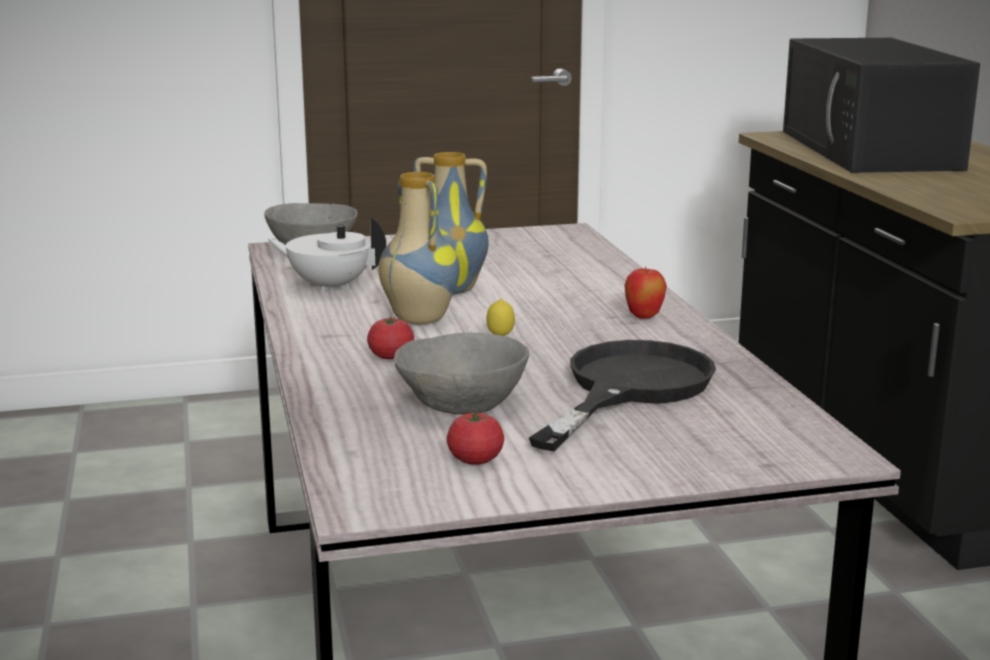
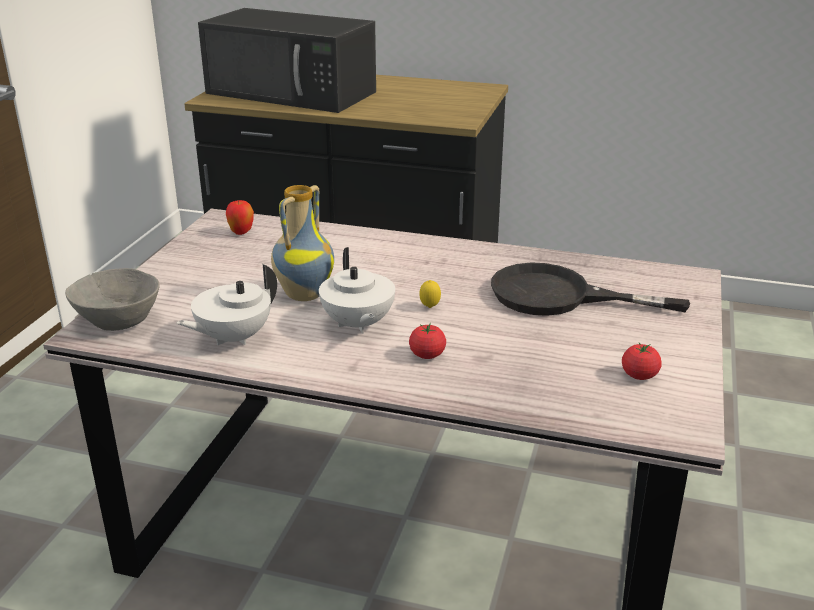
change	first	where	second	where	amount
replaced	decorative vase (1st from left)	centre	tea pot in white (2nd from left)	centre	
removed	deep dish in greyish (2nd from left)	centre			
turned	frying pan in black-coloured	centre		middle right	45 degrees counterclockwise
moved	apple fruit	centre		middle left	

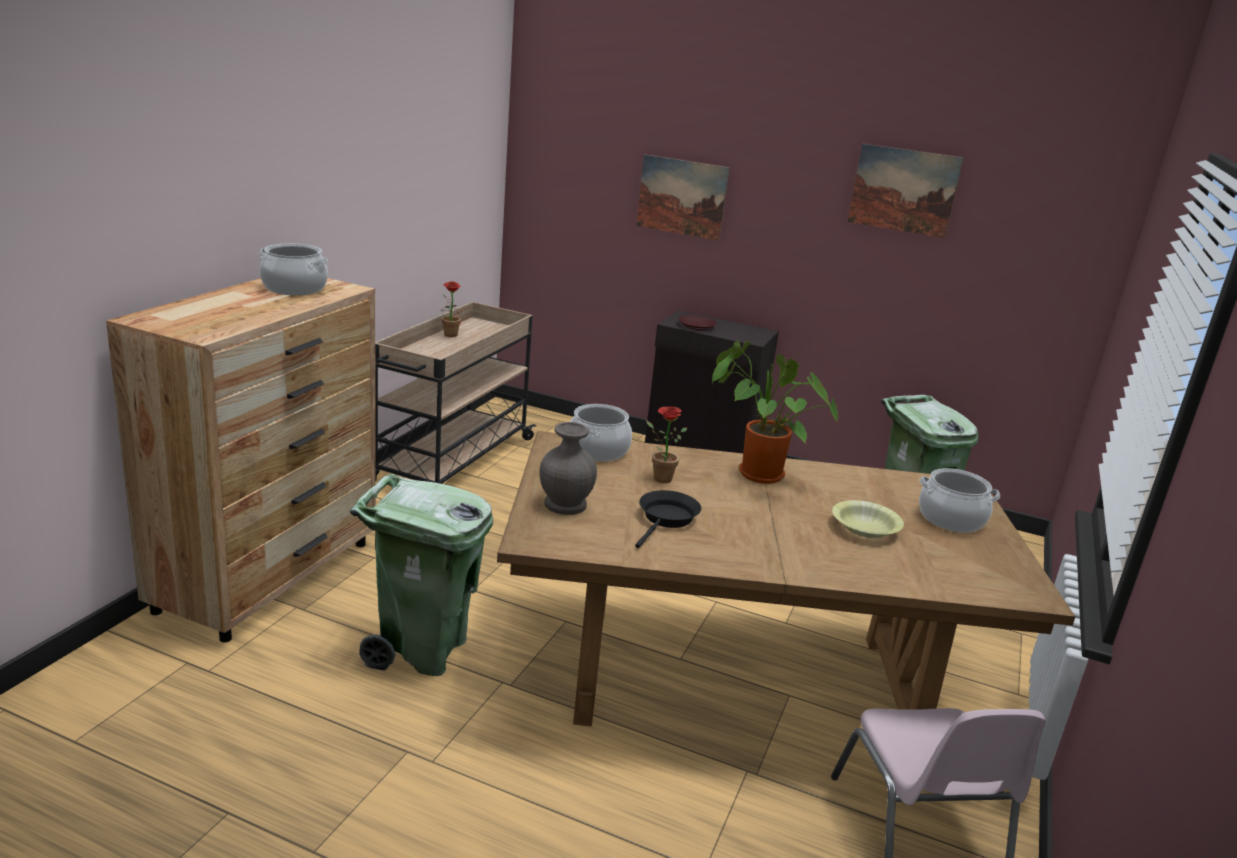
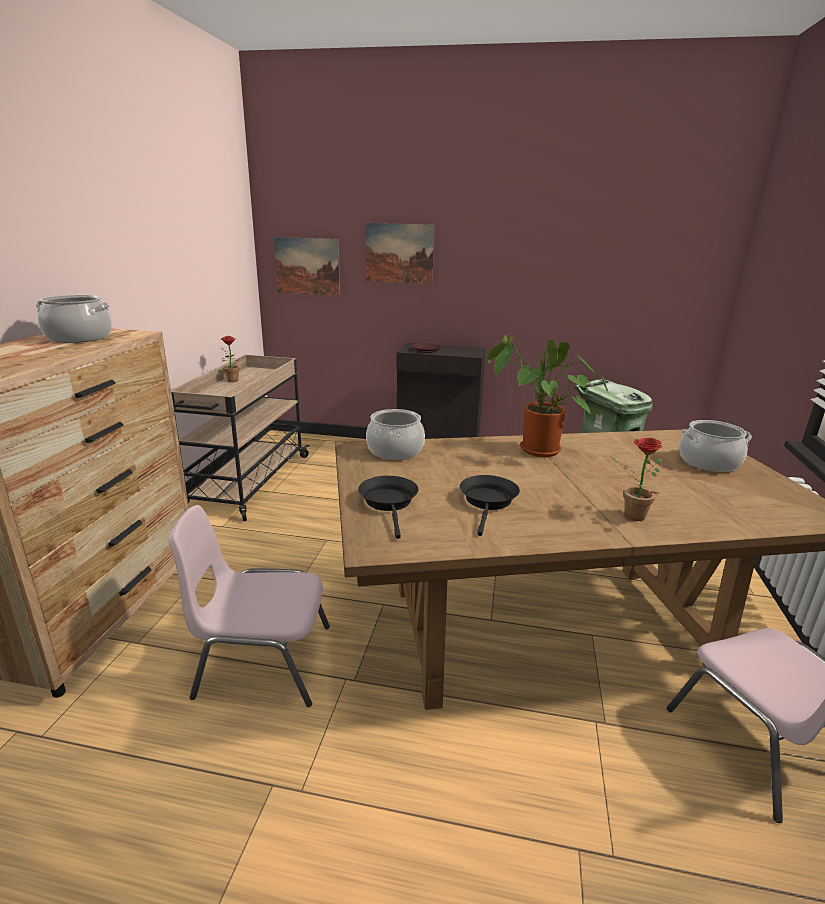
change	first	where	second	where	amount
replaced	waste bin in green-coloured (1st from left)	bottom centre	chair in pink (1st from left)	bottom left	
replaced	decorative vase in greyish	centre	frying pan in black-coloured (1st from left)	centre	
moved	plant in a pot (2nd from left in the first image)	centre	plant in a pot (3rd from left)	middle right	
removed	deep dish in yellowish	middle right			
moved	wall picture (2nd from left in the first image)	top right	wall picture (1st from left)	top centre	

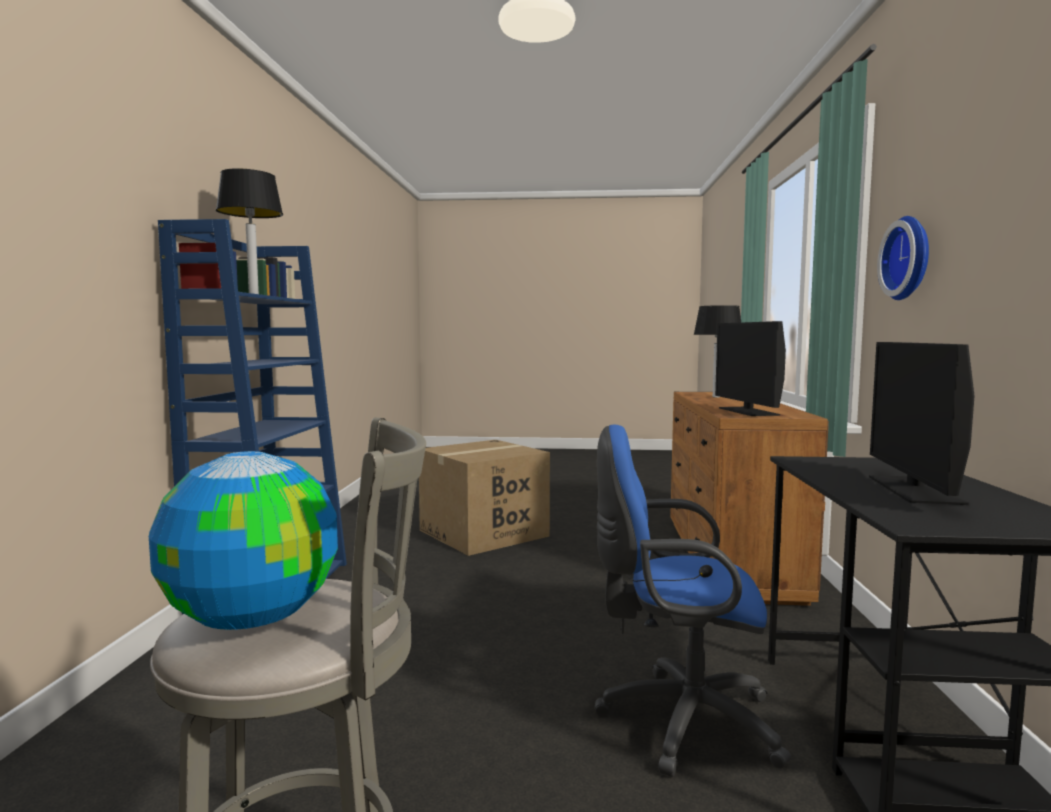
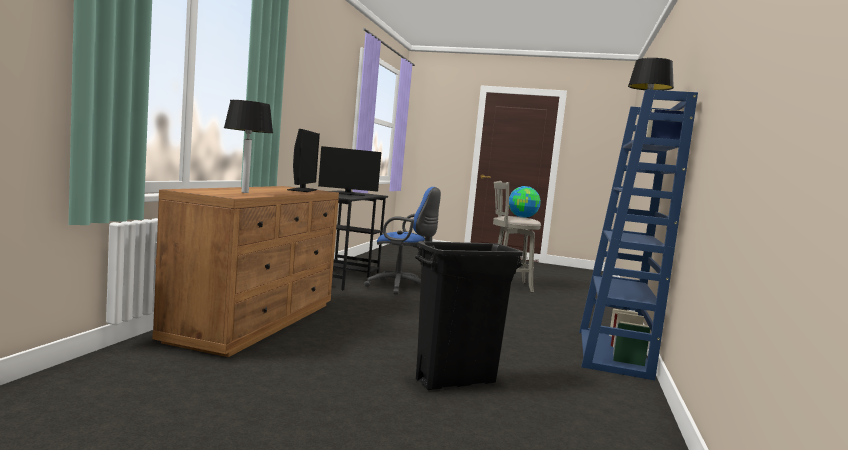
change	first	where	second	where	amount
replaced	carton	centre	waste bin in black-coloured	bottom centre	
turned	computer display (2nd from left)	middle right		centre	60 degrees clockwise
removed	clock on the wall	top right			

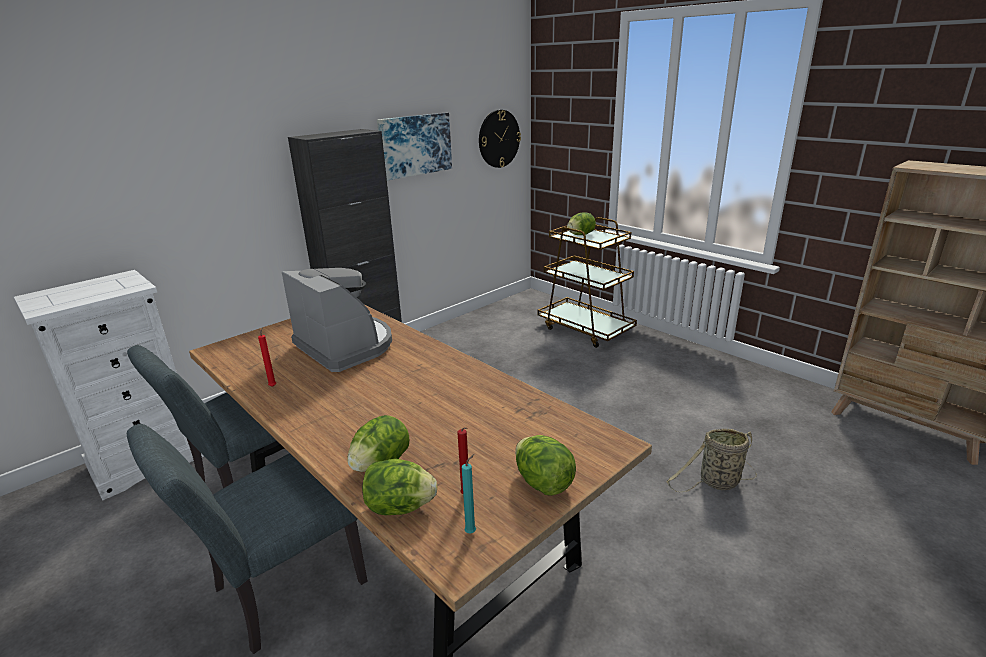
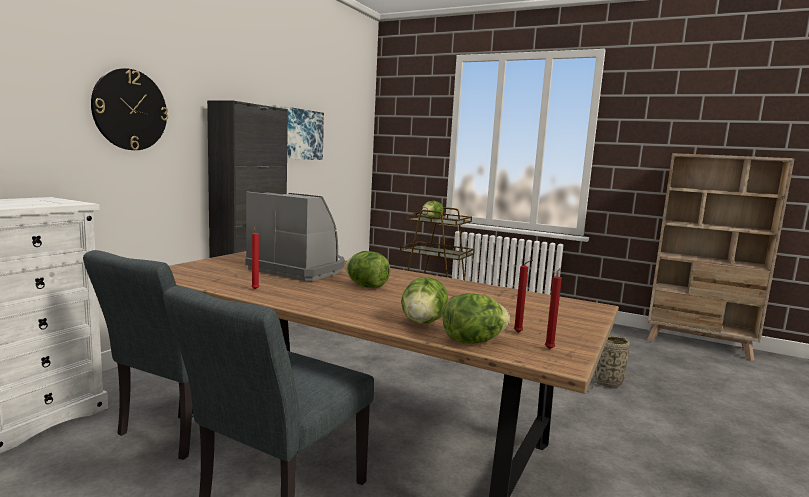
change	first	where	second	where	amount
recoloured	wax candle in turquoise-coloured	bottom centre	wax candle in red (3rd from left)	middle right	
moved	clock on the wall	top centre		top left	
moved	head of lettuce (3rd from left in the first image)	bottom centre	head of lettuce (1st from left)	centre	

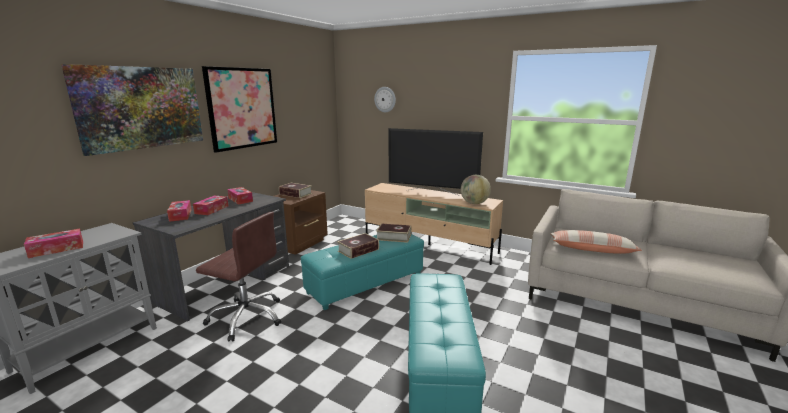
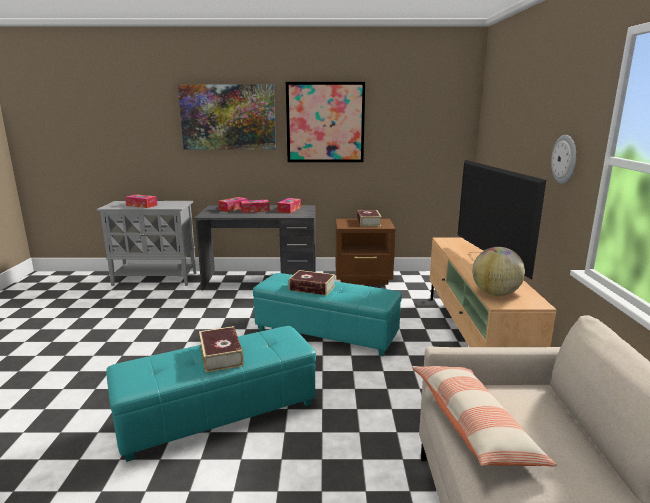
change	first	where	second	where	amount
removed	computer chair in brown-coloured	bottom left			
moved	clock on the wall	top centre		top right	
moved	book (3rd from left in the first image)	centre	book (1st from left)	bottom centre	

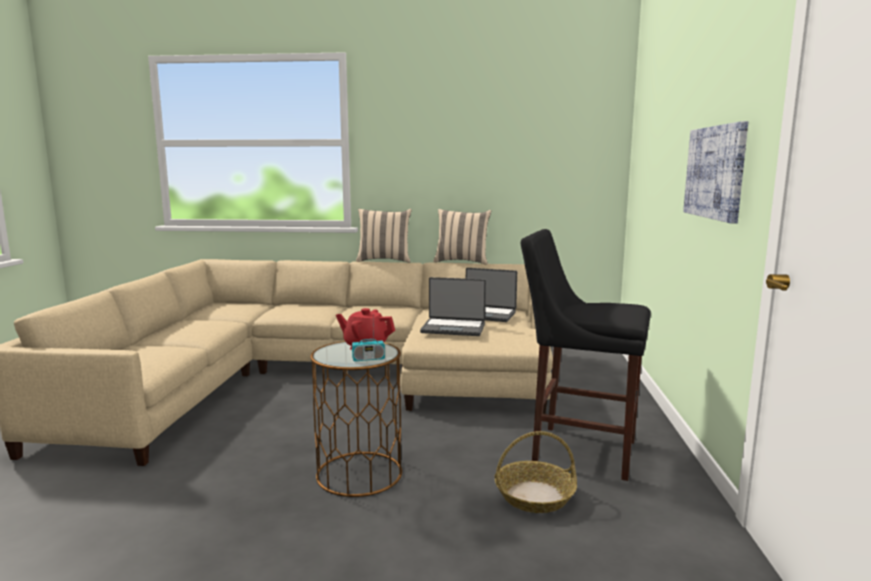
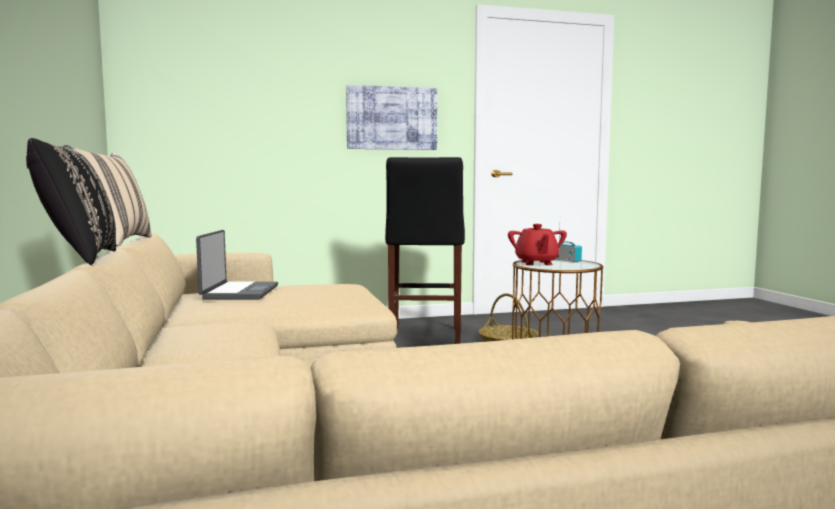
change	first	where	second	where	amount
recoloured	cushion in beige-coloured (1st from left)	centre	cushion in black-coloured	middle left	
removed	laptop (1st from left)	centre			

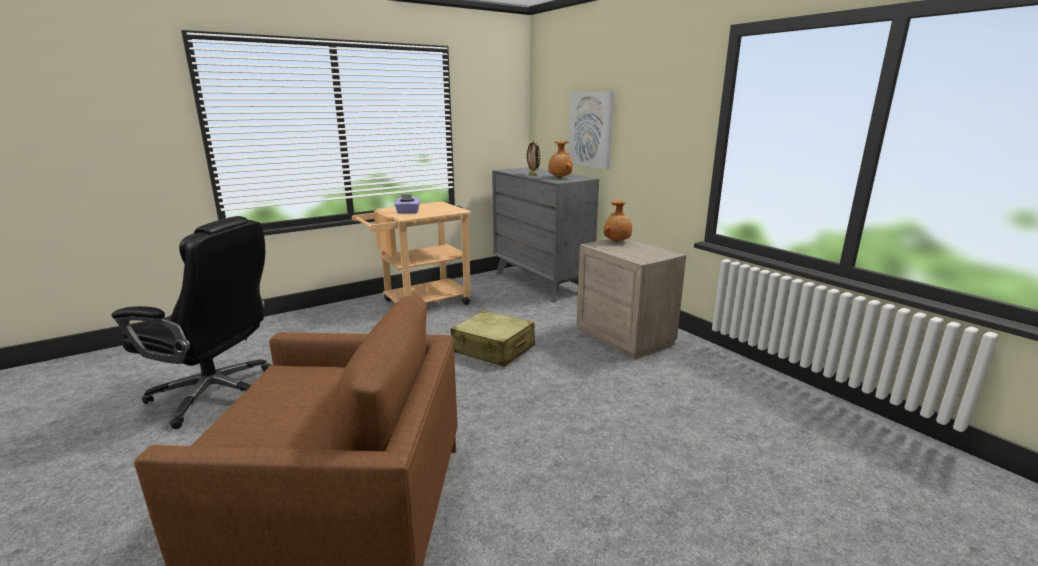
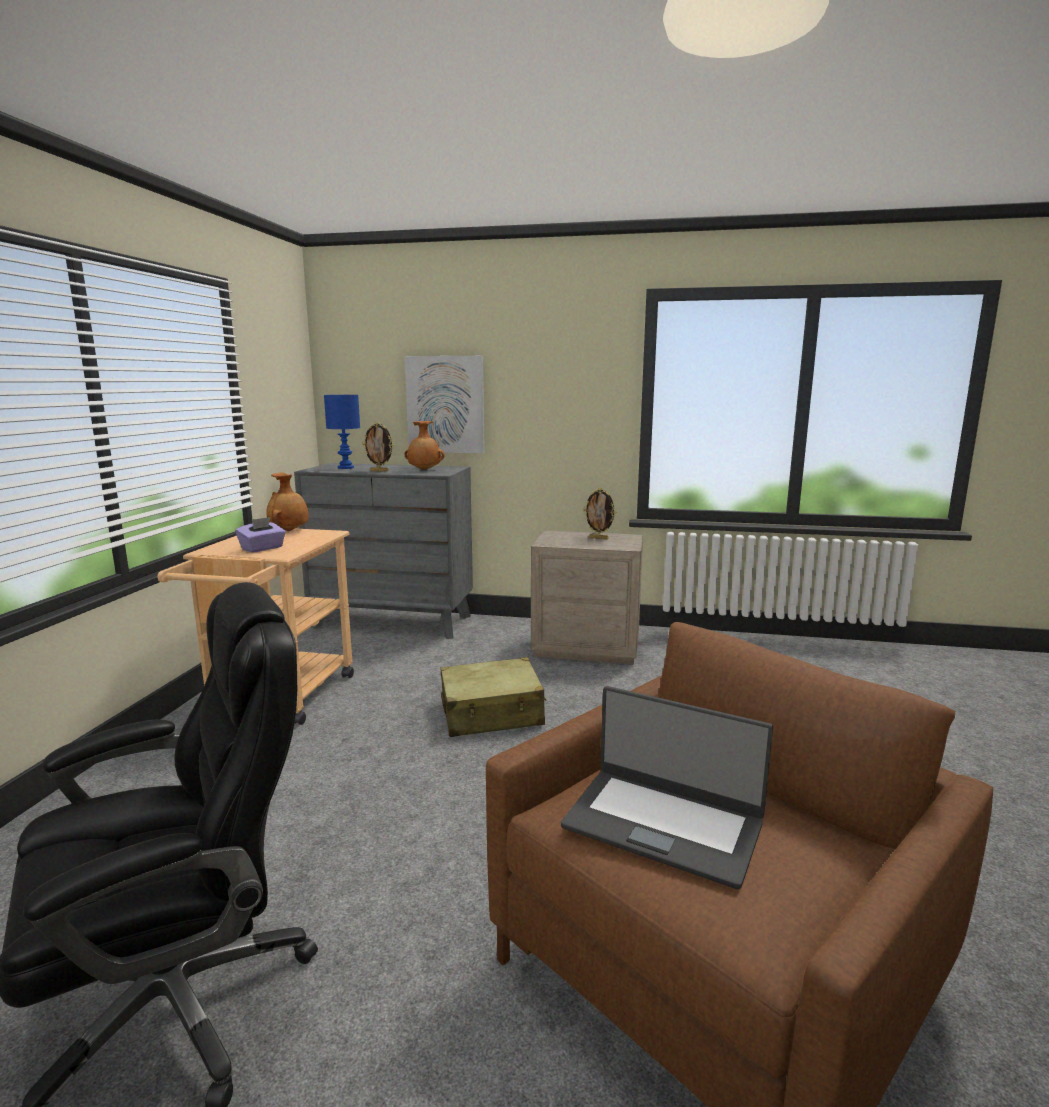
change	first	where	second	where	amount
moved	decorative vase in brown-coloured (2nd from left in the first image)	centre	decorative vase in brown-coloured (1st from left)	middle left	
added			table lamp in blue-coloured	middle left	
added			laptop	bottom centre	
added			picture frame (2nd from left)	centre	

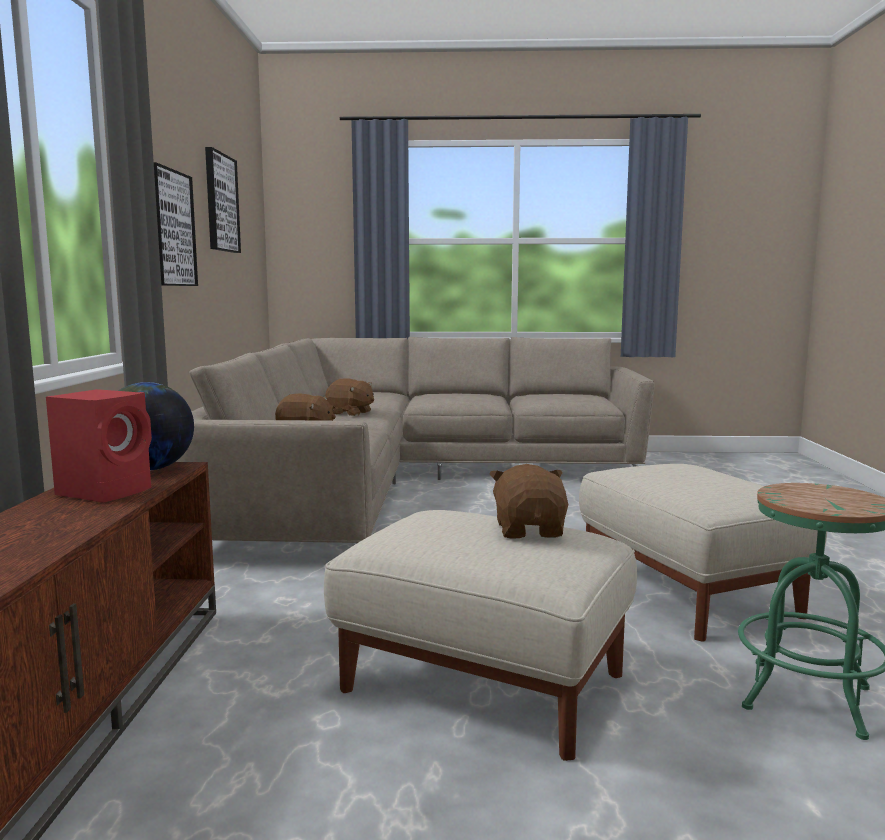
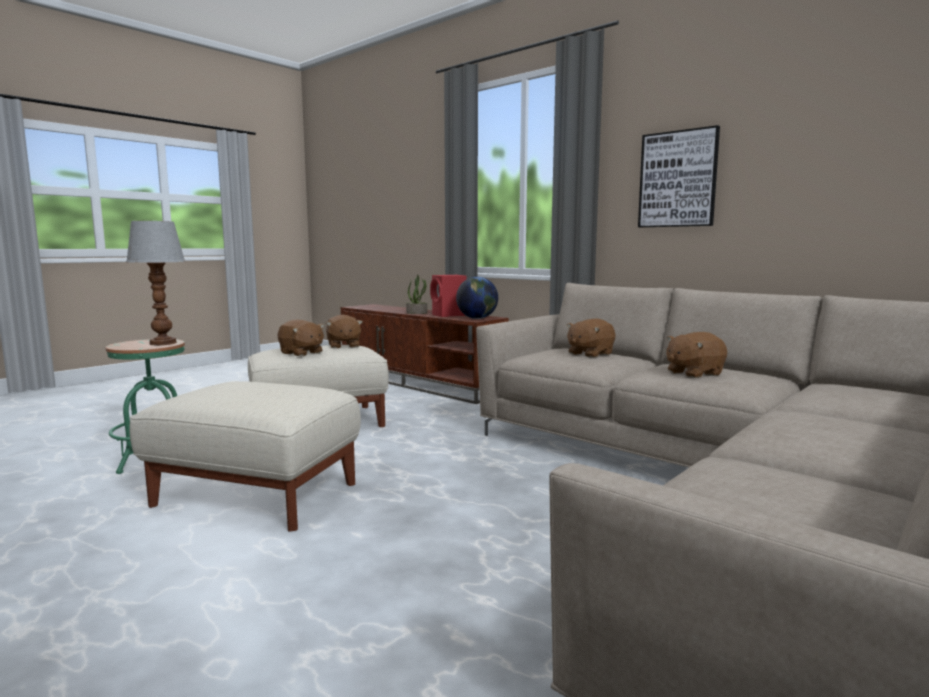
change	first	where	second	where	amount
removed	wall picture (2nd from left)	top left			
added			table lamp	middle left	
added			plush toy in brown-coloured (2nd from left)	centre	
added			plant in a pot	centre	

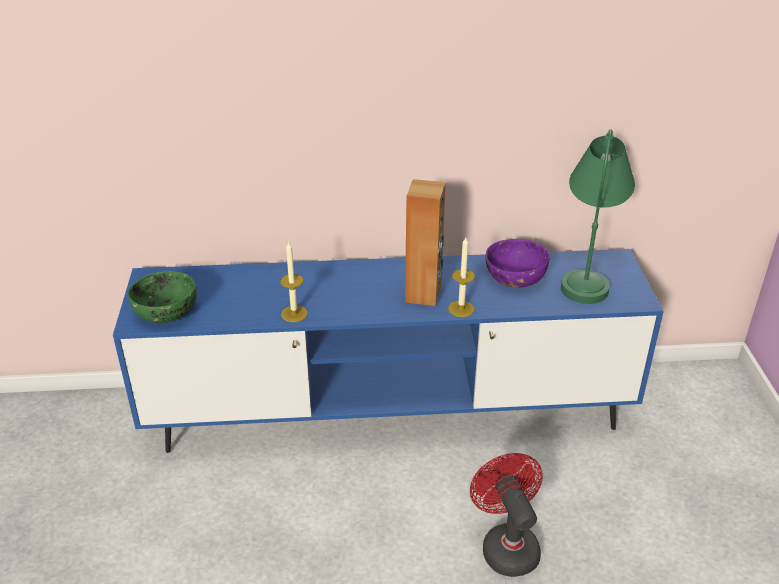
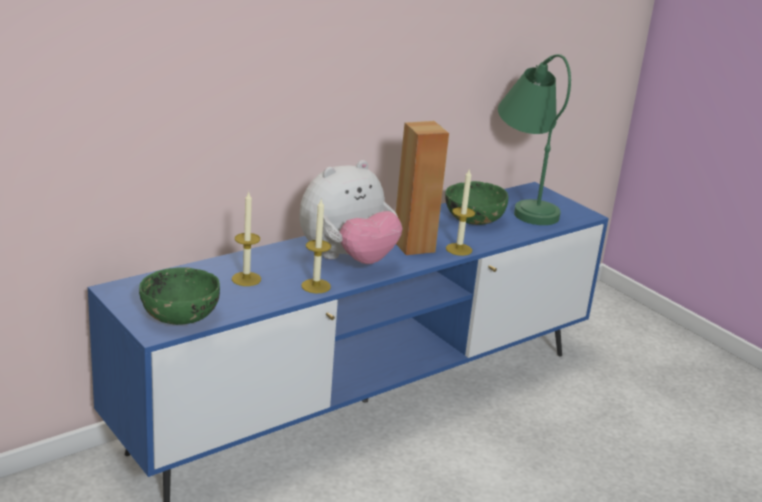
change	first	where	second	where	amount
removed	fan in red	bottom centre			
recoloured	deep dish in purplish	centre	deep dish in green-coloured (2nd from left)	centre	
added			wax candle (1st from left)	middle left	
added			plush toy	centre	

